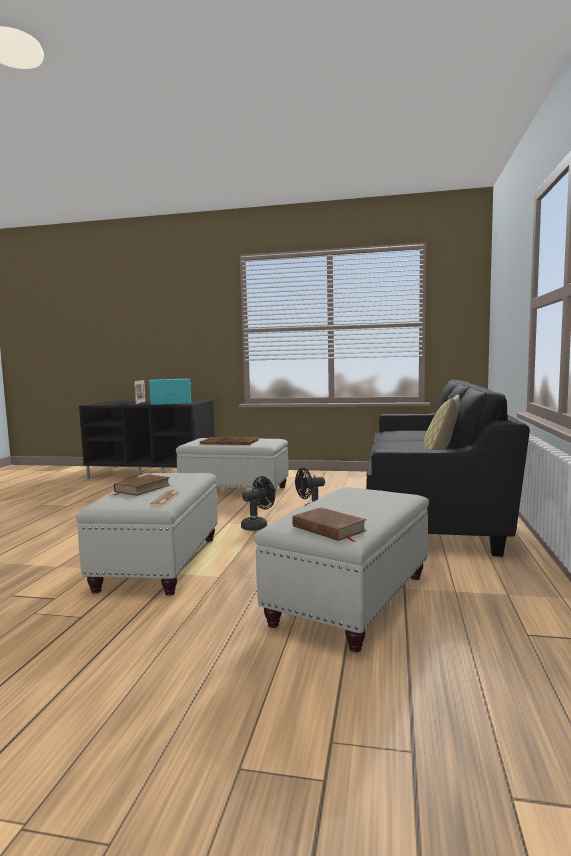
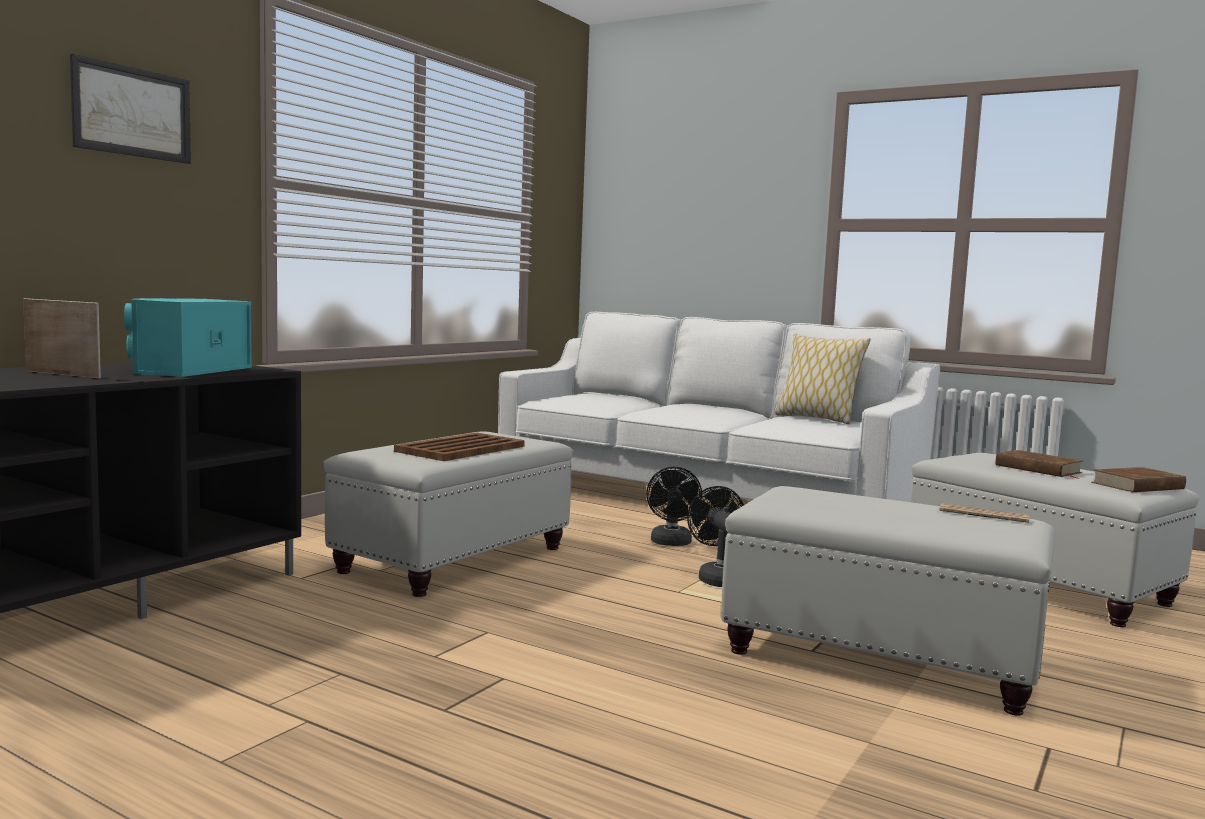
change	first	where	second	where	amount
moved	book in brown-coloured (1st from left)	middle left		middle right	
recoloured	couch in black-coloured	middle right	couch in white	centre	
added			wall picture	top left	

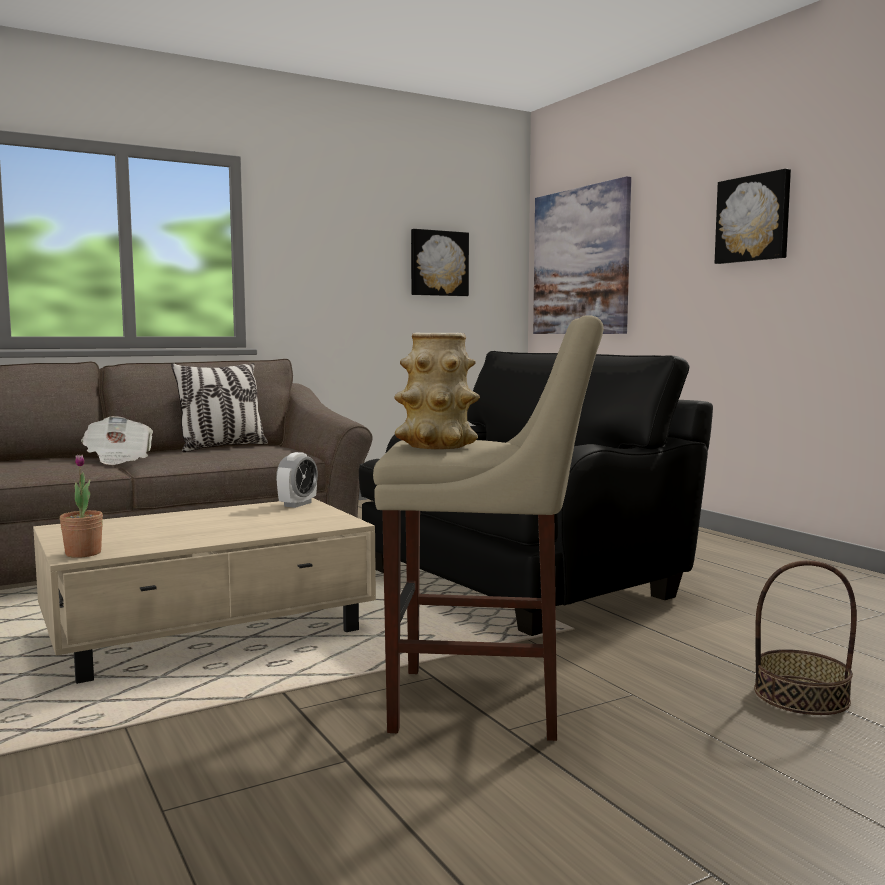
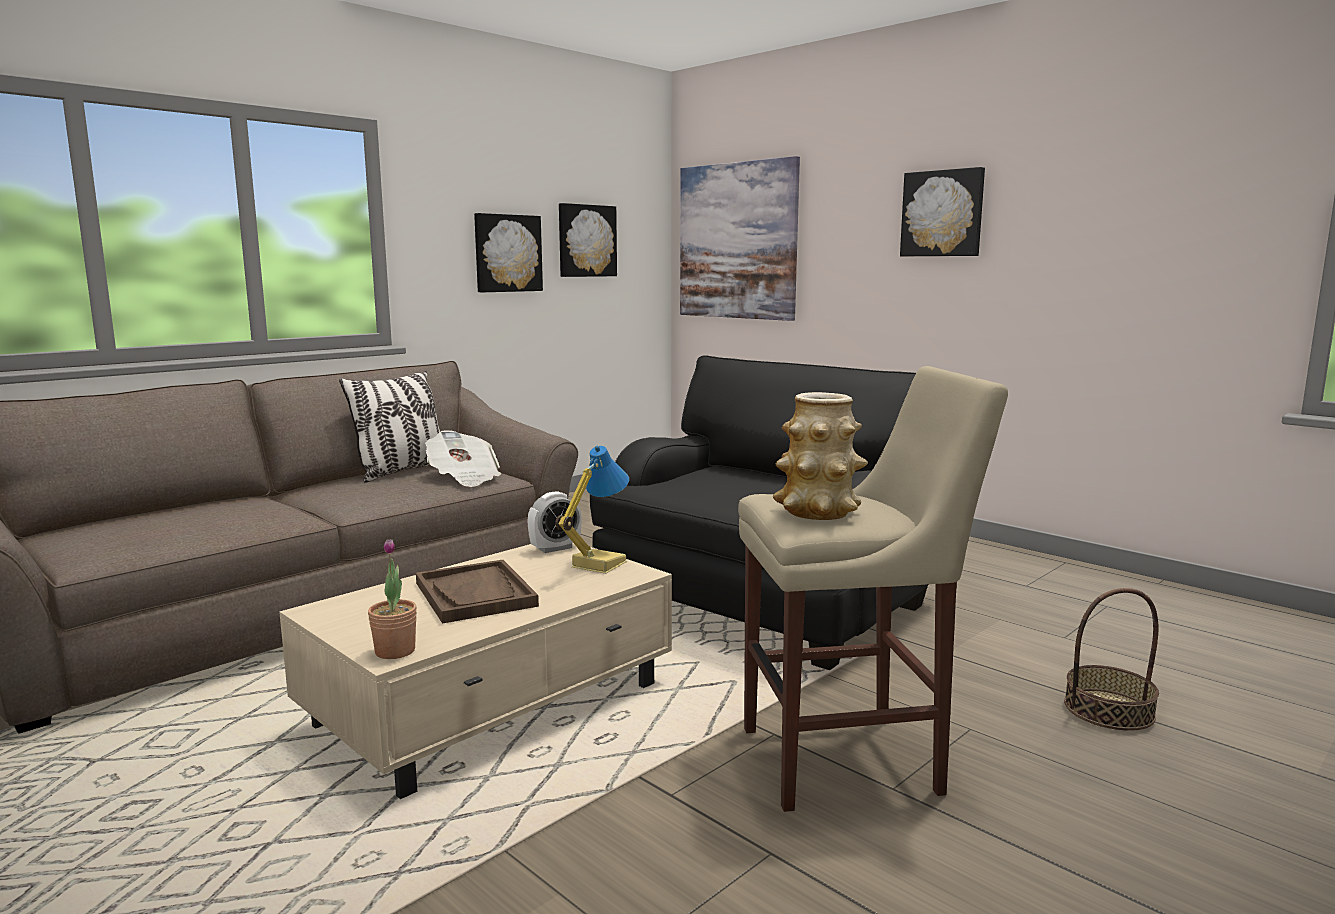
change	first	where	second	where	amount
moved	printed paper	middle left		centre	
turned	table clock	centre		centre	45 degrees clockwise
added			tray in brown-coloured	centre	
added			wall picture (1st from left)	top centre	
added			table lamp	centre	

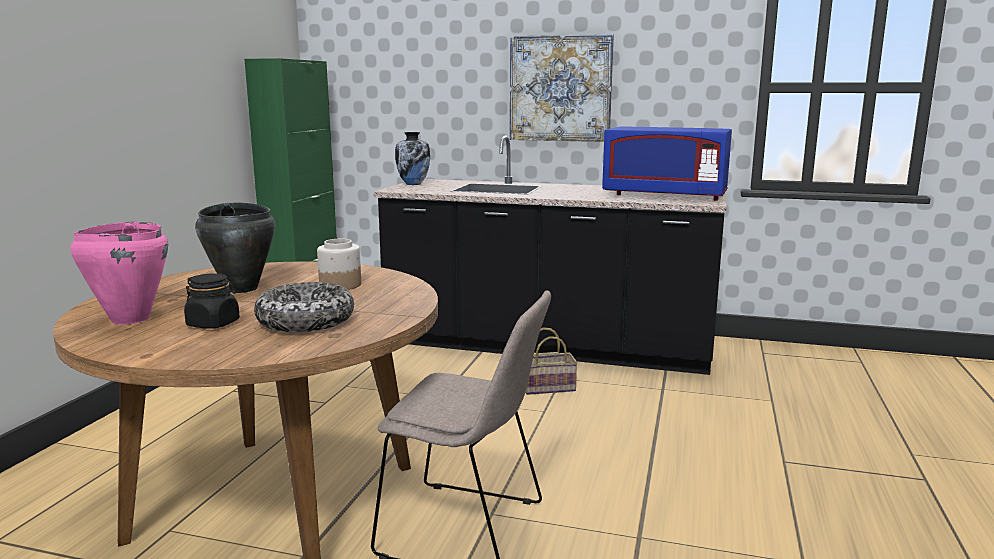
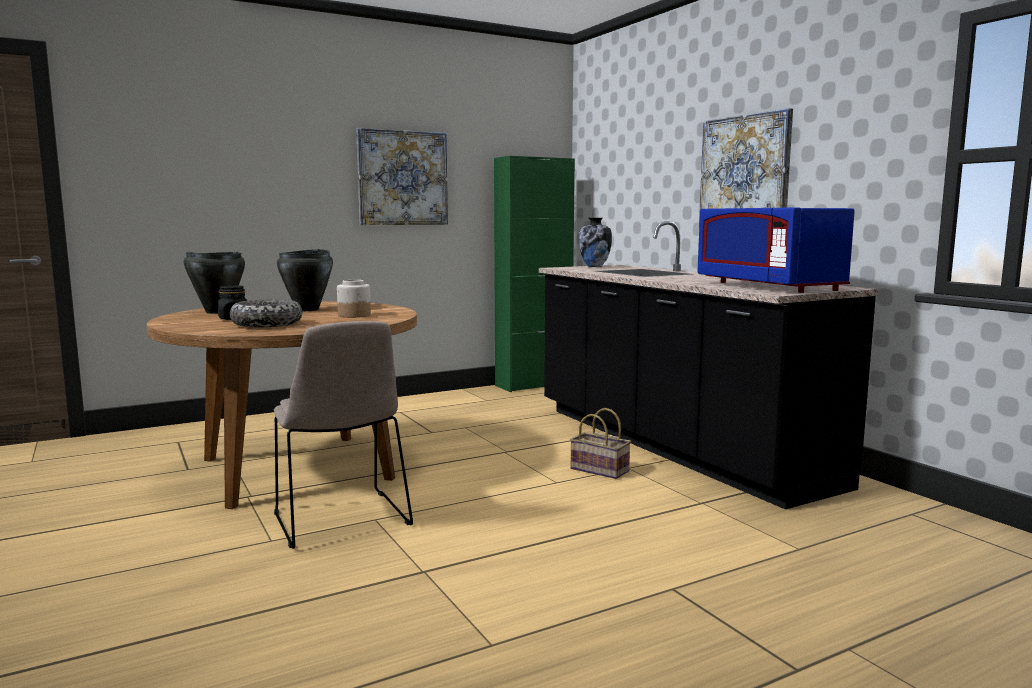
change	first	where	second	where	amount
recoloured	cooking pot in pink	middle left	cooking pot in black-coloured (1st from left)	middle left	
added			wall picture (1st from left)	top centre	

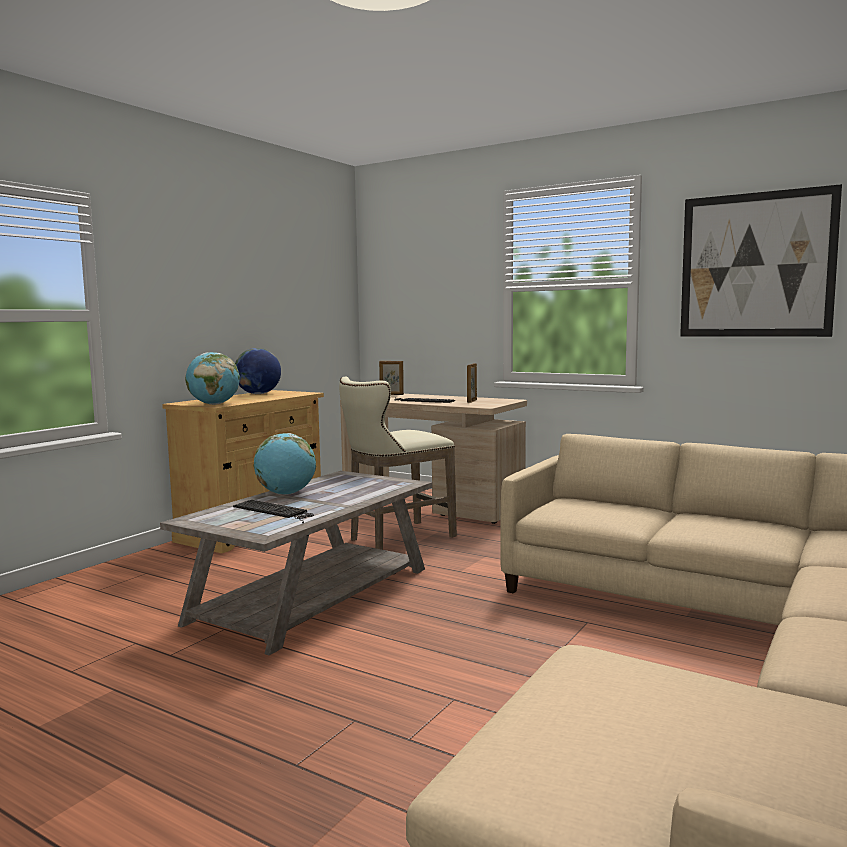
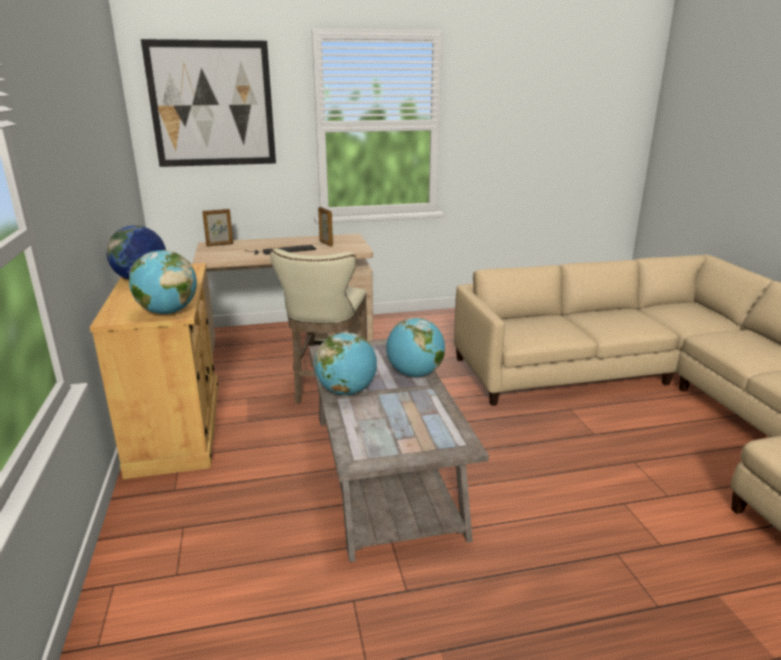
change	first	where	second	where	amount
removed	PC keyboard (1st from left)	middle left			
moved	wall picture	top right		top left	
added			globe (4th from left)	centre	

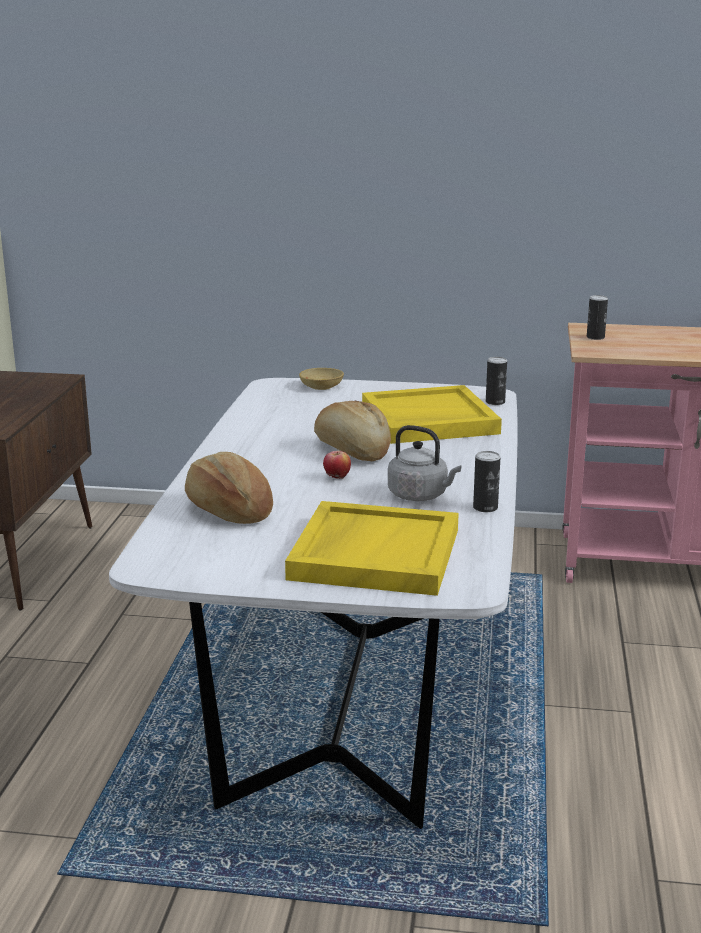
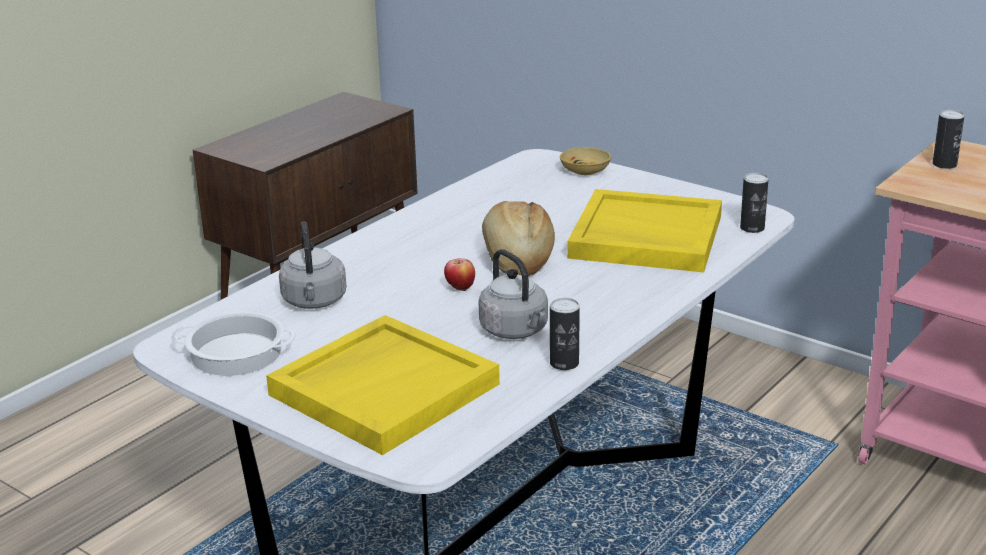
change	first	where	second	where	amount
replaced	bread (1st from left)	middle left	water kettle in greyish (1st from left)	middle left	
added			cooking pot	middle left	

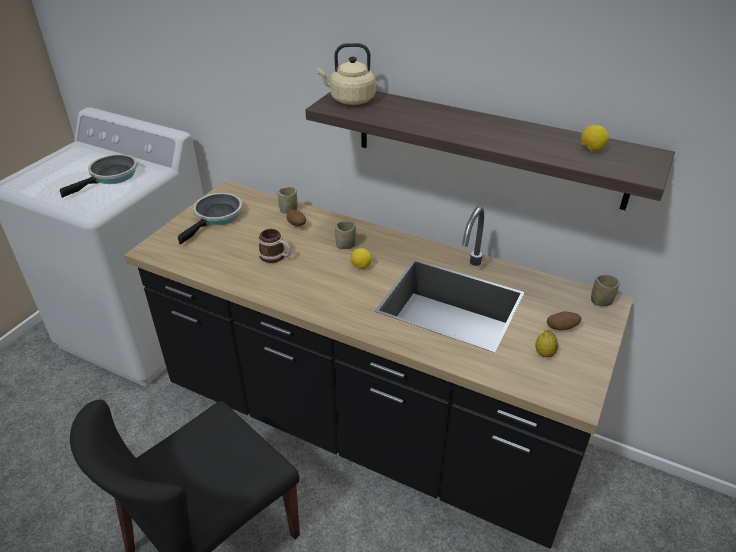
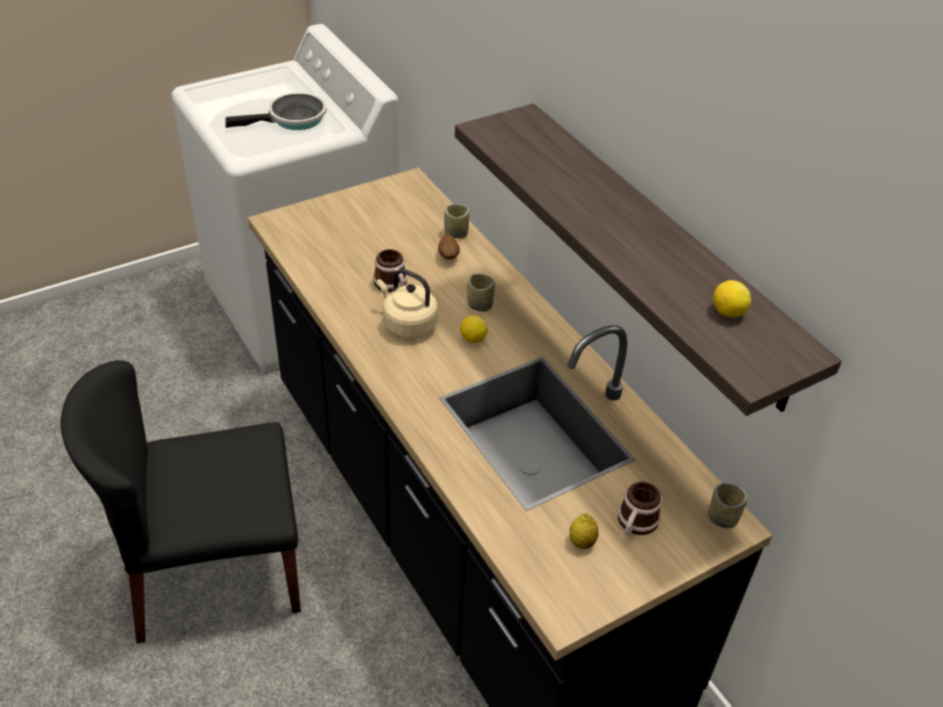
change	first	where	second	where	amount
removed	frying pan (2nd from left)	middle left			
moved	water kettle in beige-coloured	top centre		centre	
replaced	potato (2nd from left)	middle right	coffee mug (2nd from left)	bottom right	

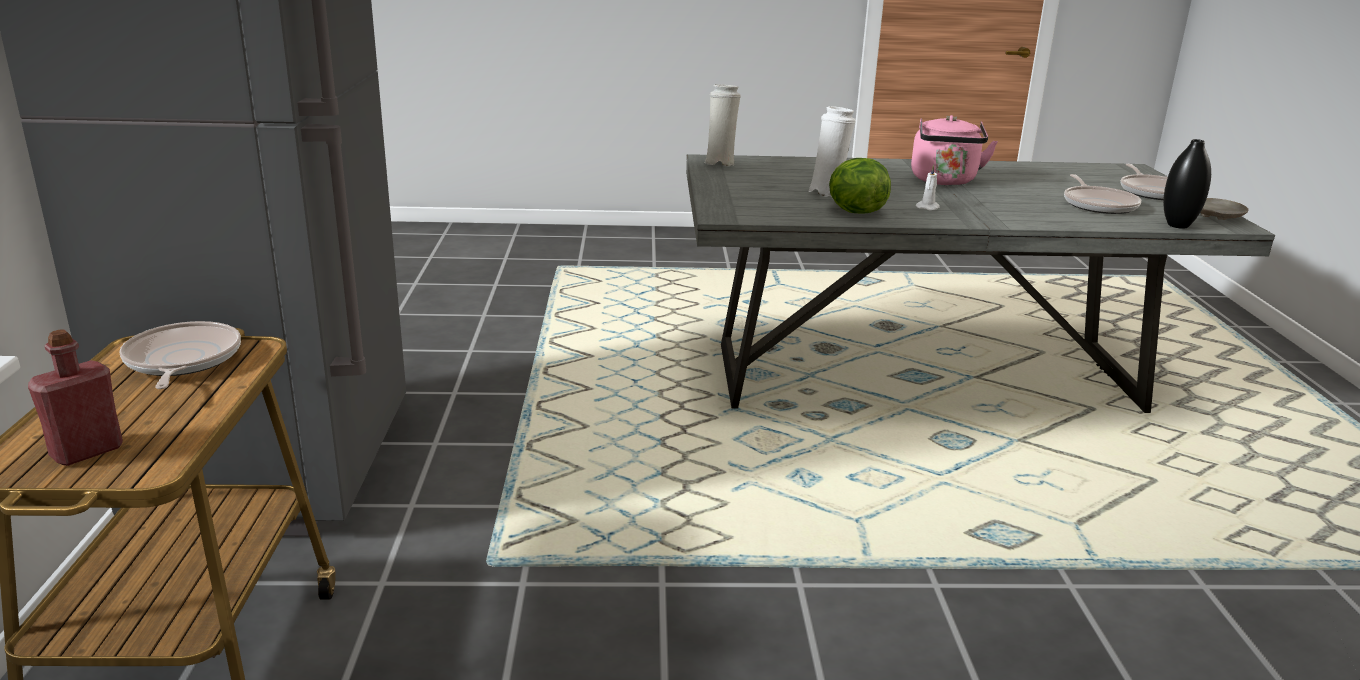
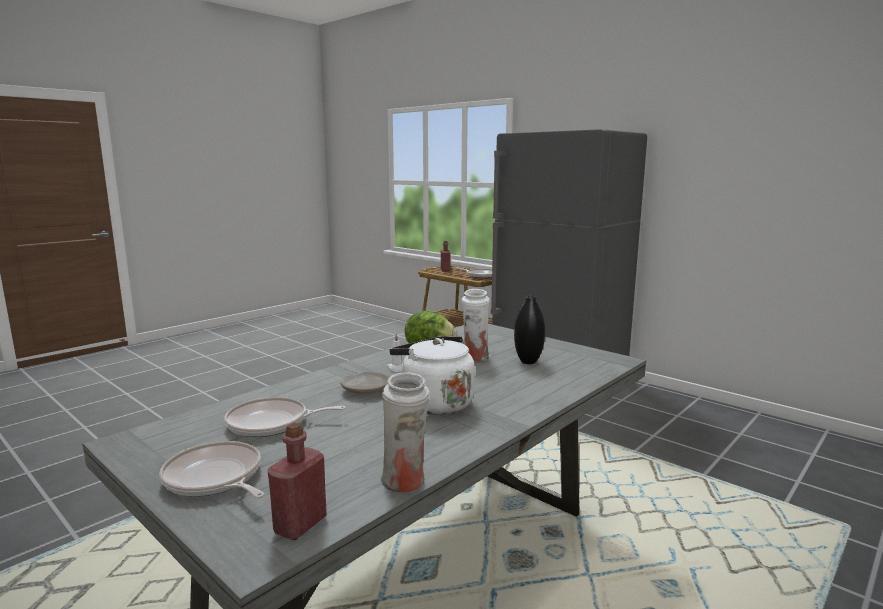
change	first	where	second	where	amount
moved	decorative vase in white (1st from left)	top centre		bottom centre	
recoloured	water kettle in pink	top right	water kettle in white	centre	
turned	frying pan (2nd from left)	top right		bottom left	45 degrees counterclockwise
moved	decorative vase in black-coloured	top right		centre	
moved	dinner plate in beige-coloured	top right		centre	
added			beverage bottle in red (1st from left)	bottom centre	

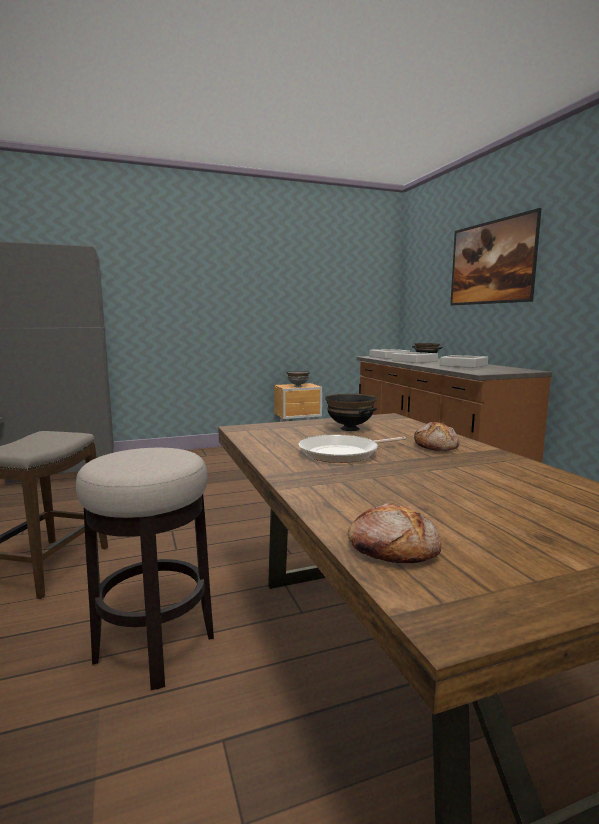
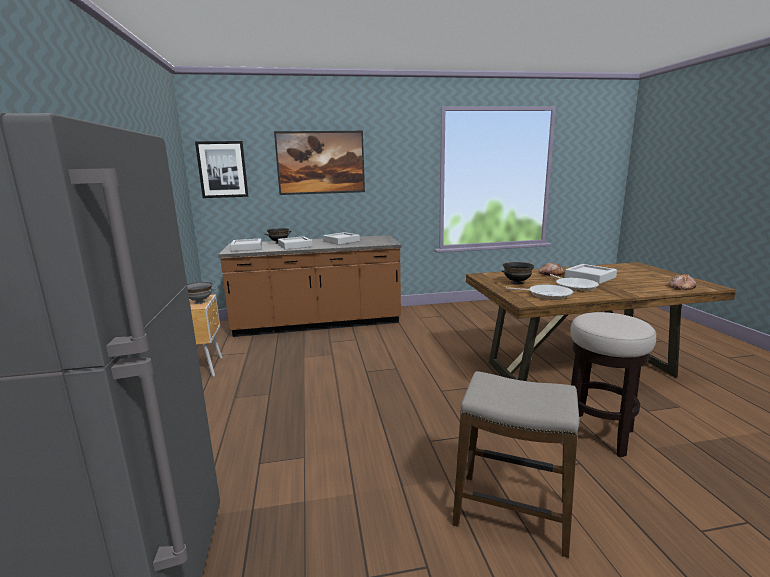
change	first	where	second	where	amount
added			wall picture (1st from left)	top left	
added			frying pan (1st from left)	middle right	
added			tray in greyish (4th from left)	middle right	

